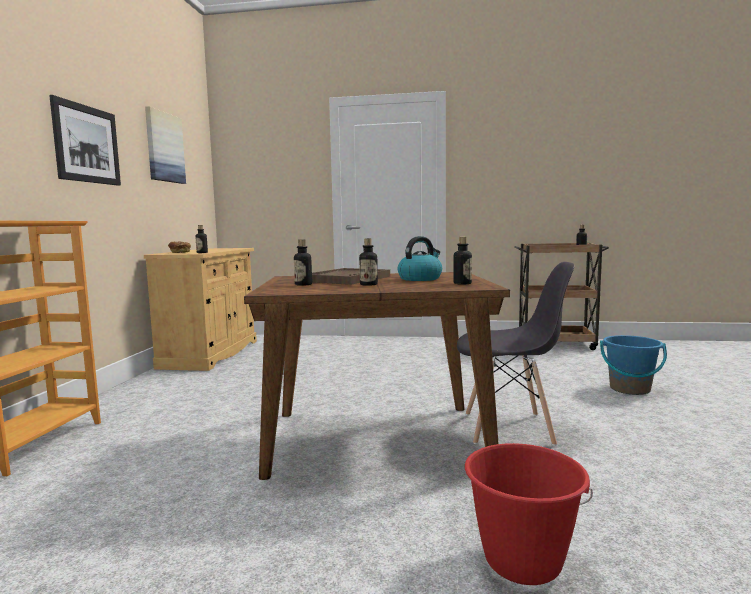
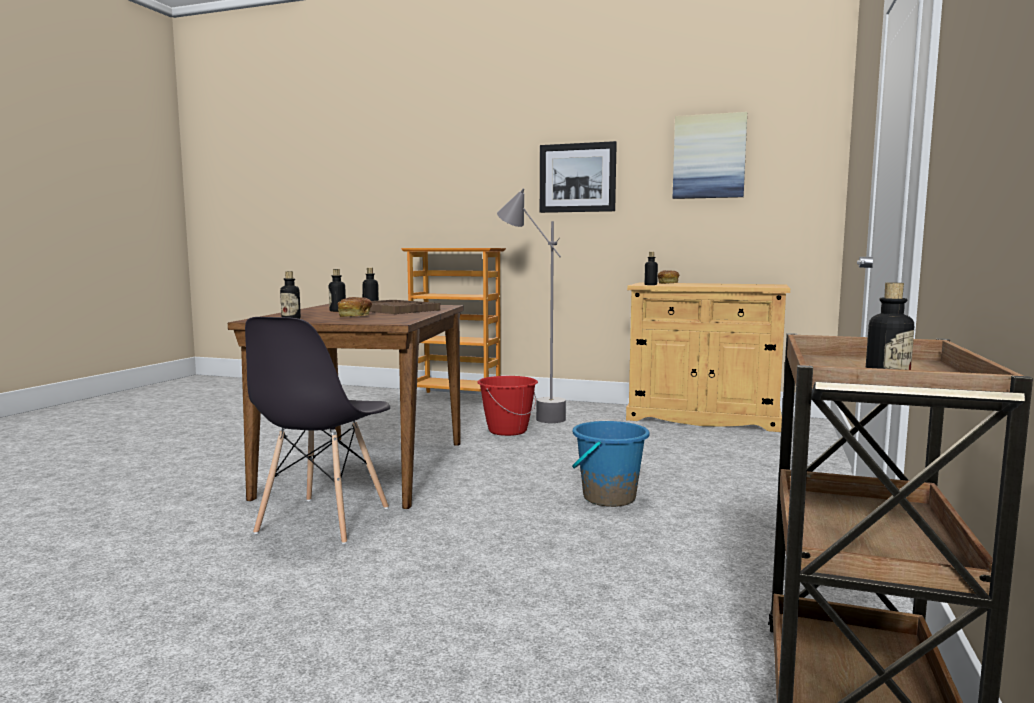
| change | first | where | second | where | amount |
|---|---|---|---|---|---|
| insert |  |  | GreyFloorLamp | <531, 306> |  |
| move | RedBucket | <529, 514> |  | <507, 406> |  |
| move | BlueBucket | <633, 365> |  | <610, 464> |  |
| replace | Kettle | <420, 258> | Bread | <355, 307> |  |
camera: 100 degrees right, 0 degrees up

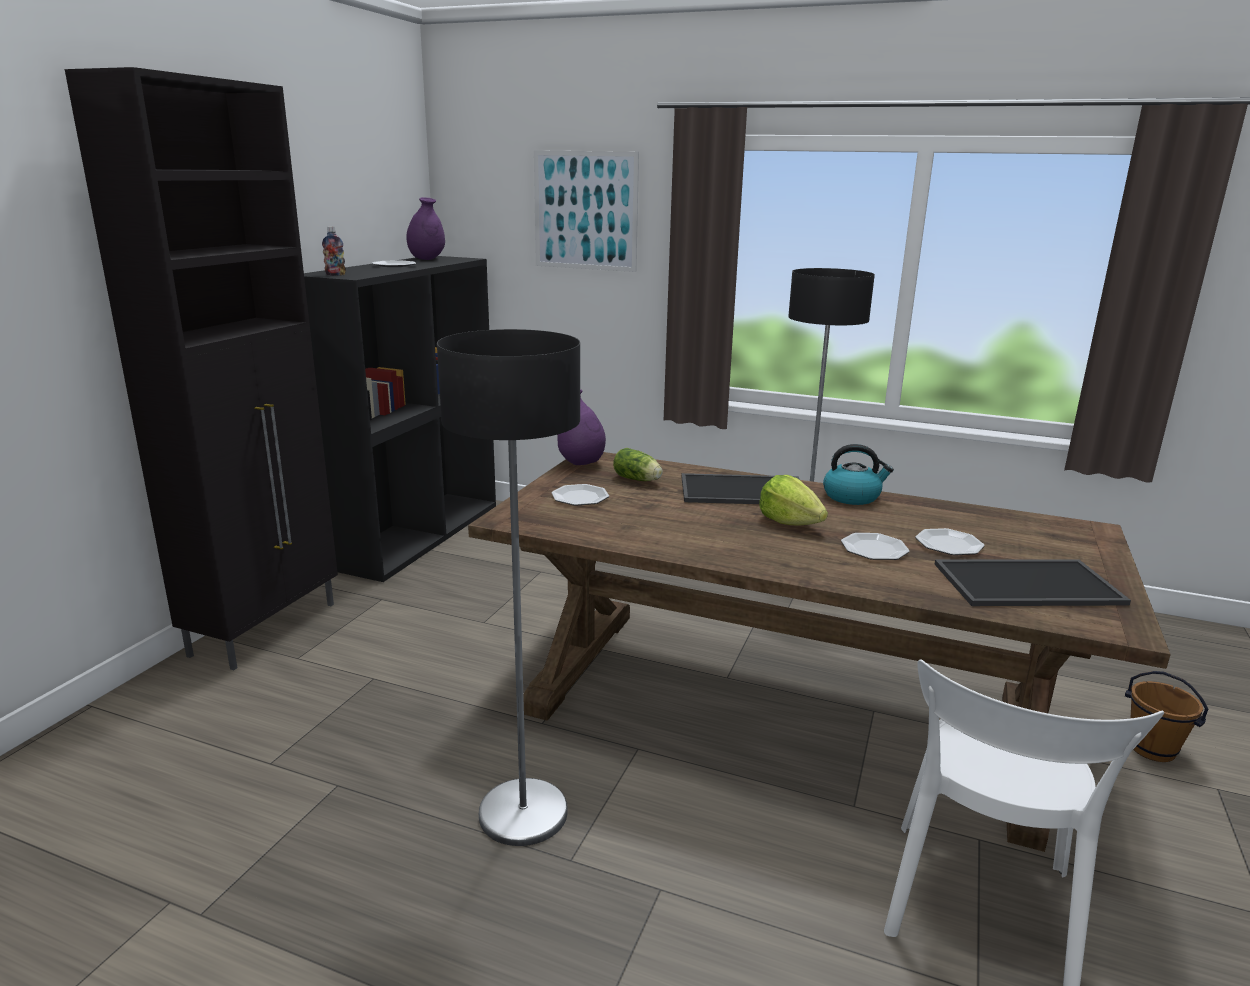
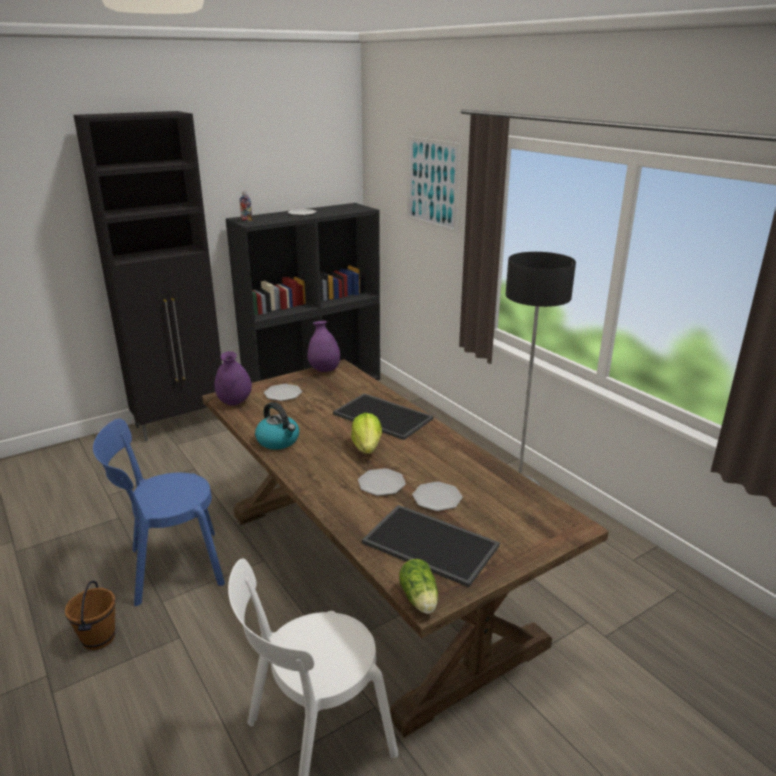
| change | first | where | second | where | amount |
|---|---|---|---|---|---|
| move | PurpleVase | <425, 228> |  | <233, 378> |  |
| move | Lettuce | <638, 464> |  | <418, 586> |  |
| move | Kettle | <858, 474> |  | <277, 426> |  |
| move | BrownBucket | <1166, 716> |  | <90, 615> |  |
| replace | FloorLamp | <508, 587> | BlueChair | <159, 512> |  |
camera: 35 degrees right, 5 degrees up

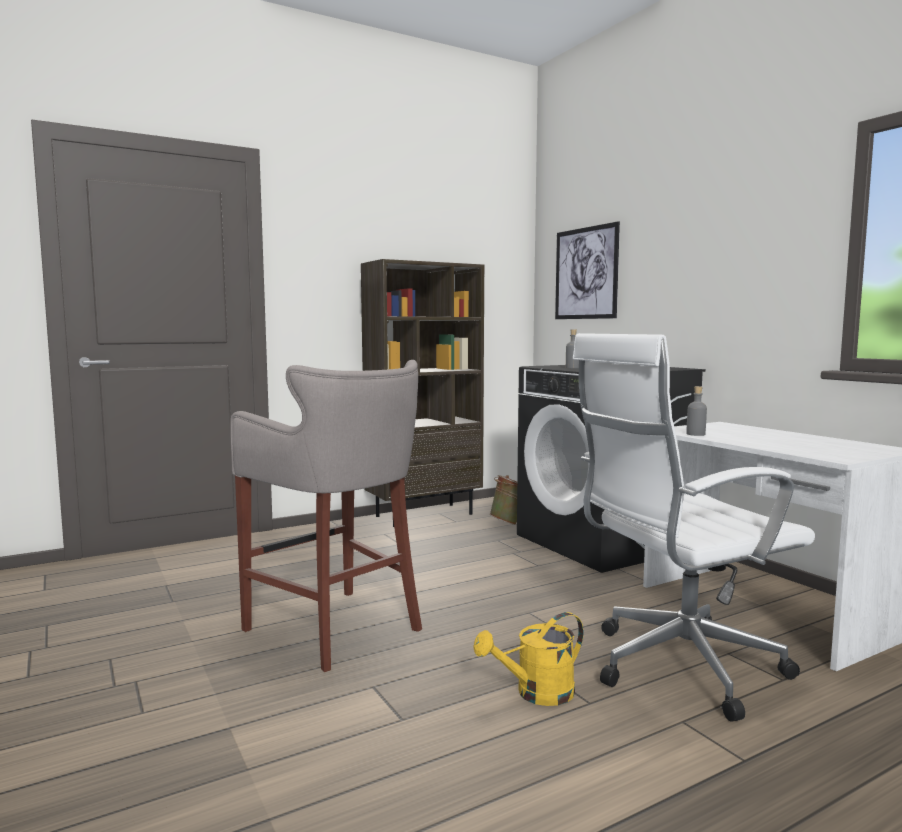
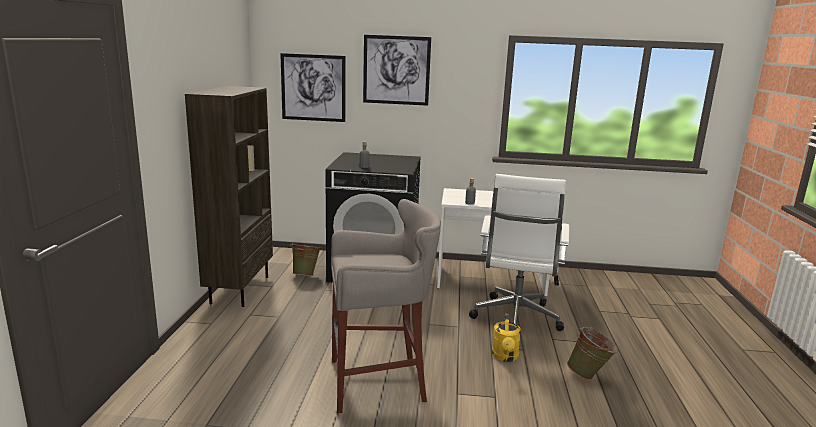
| change | first | where | second | where | amount |
|---|---|---|---|---|---|
| insert |  |  | Picture | <397, 70> |  |
| insert |  |  | GreenBucket | <592, 353> |  |
camera: 55 degrees left, 10 degrees up

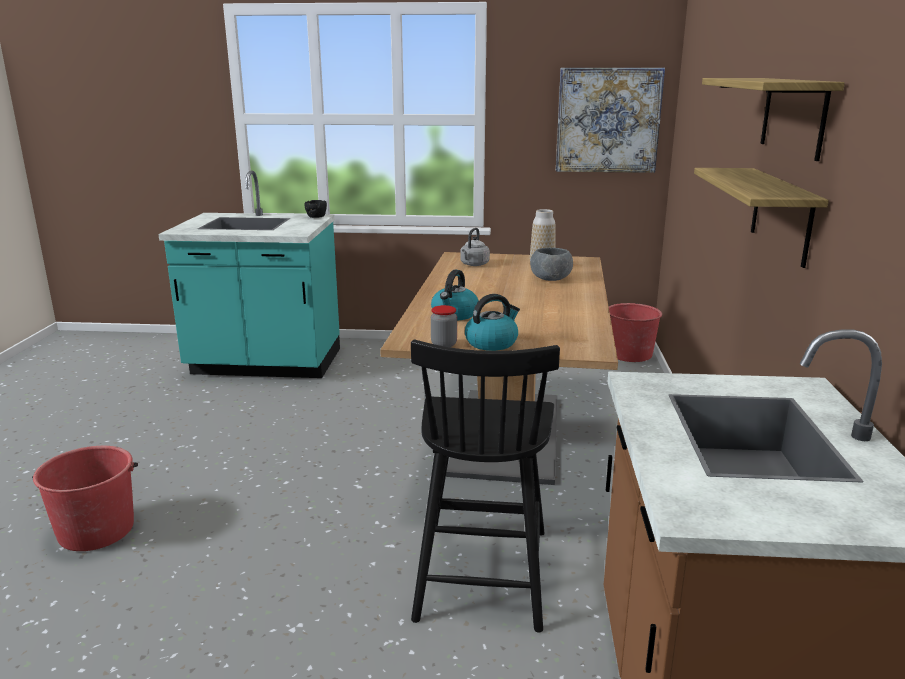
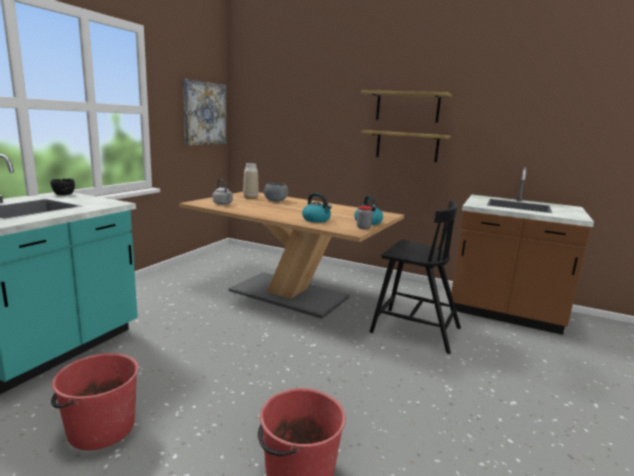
| change | first | where | second | where | amount |
|---|---|---|---|---|---|
| move | RedBucket | <635, 332> |  | <95, 401> |  |
camera: 70 degrees left, 5 degrees down

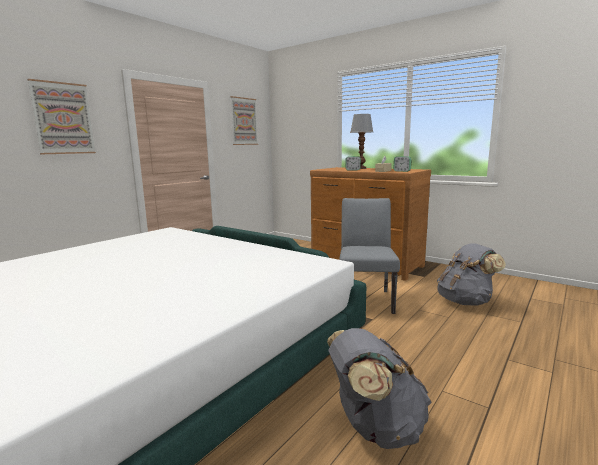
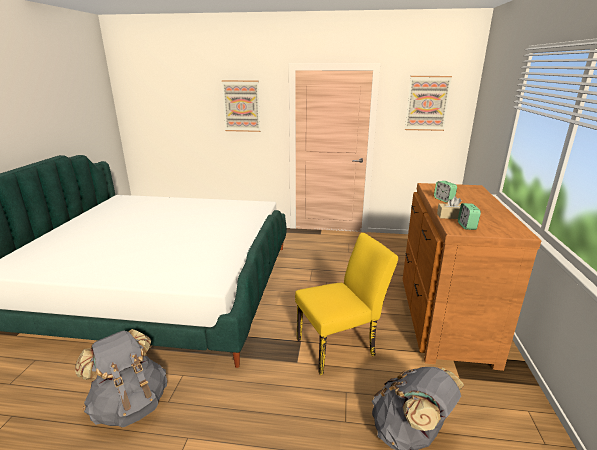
| change | first | where | second | where | amount |
|---|---|---|---|---|---|
| delete | TableLamp | <361, 141> |  |  |  |
| recolor | GreyChair | <369, 256> | YellowChair | <346, 304> |  |
camera: 60 degrees right, 10 degrees up

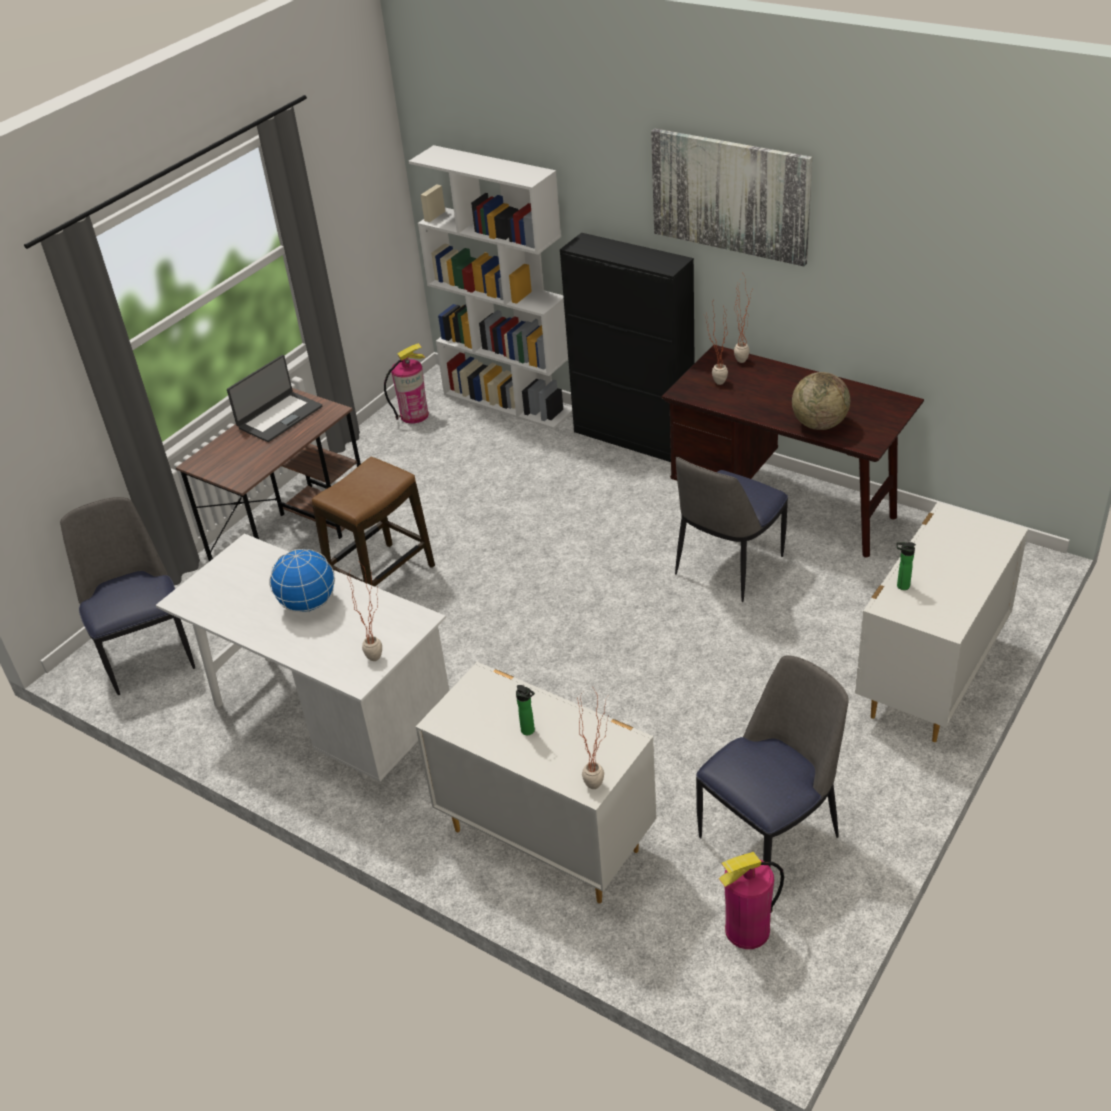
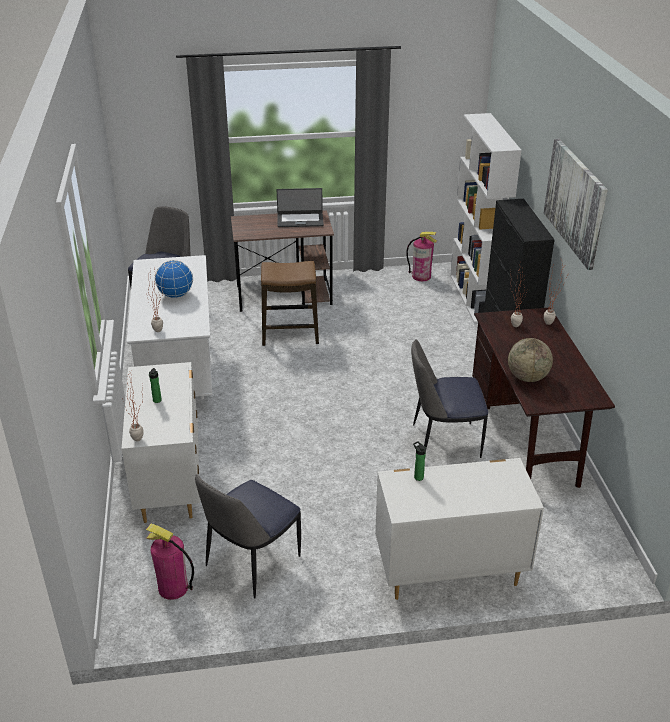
| change | first | where | second | where | amount |
|---|---|---|---|---|---|
| rotate | Chair | <772, 761> |  | <248, 537> | 120 degrees clockwise |
camera: 45 degrees right, 5 degrees down

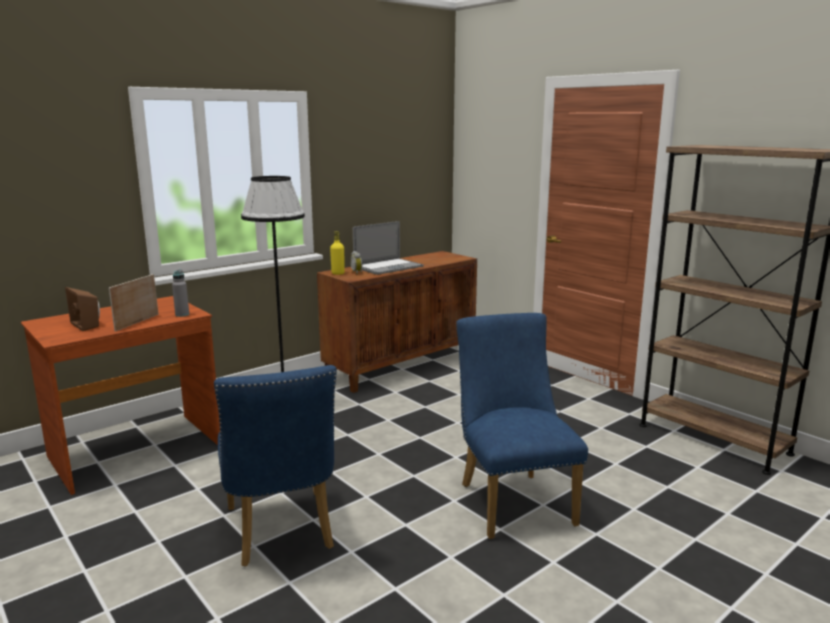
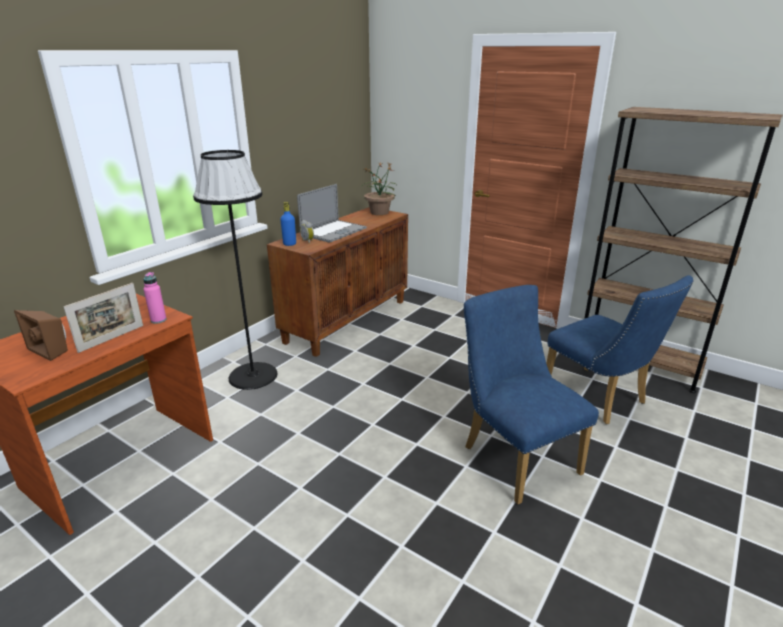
| change | first | where | second | where | amount |
|---|---|---|---|---|---|
| insert |  |  | PottedPlant | <379, 188> |  |
| move | BlueChair | <275, 466> |  | <620, 349> |  |
| recolor | GreyBottle | <180, 293> | PinkBottle | <155, 298> |  |
| recolor | YellowBottle | <337, 253> | BlueBottle | <288, 224> |  |
| rotate | PictureFrame | <134, 303> |  | <103, 318> | 150 degrees counterclockwise |
camera: 15 degrees left, 10 degrees up

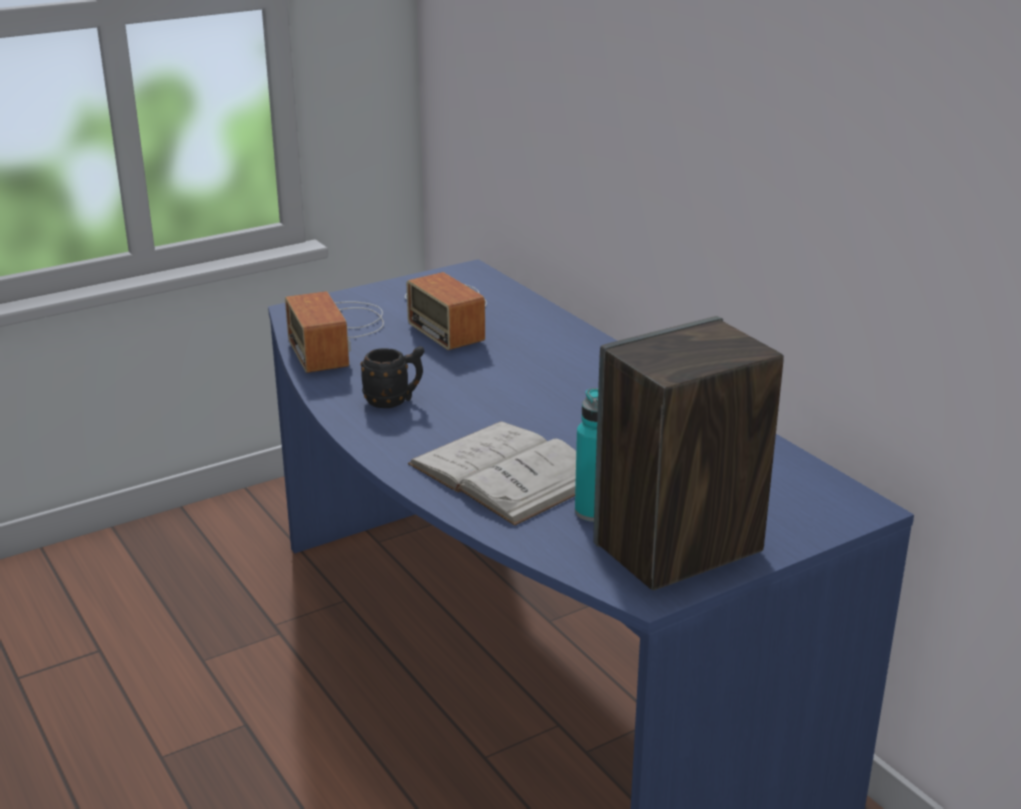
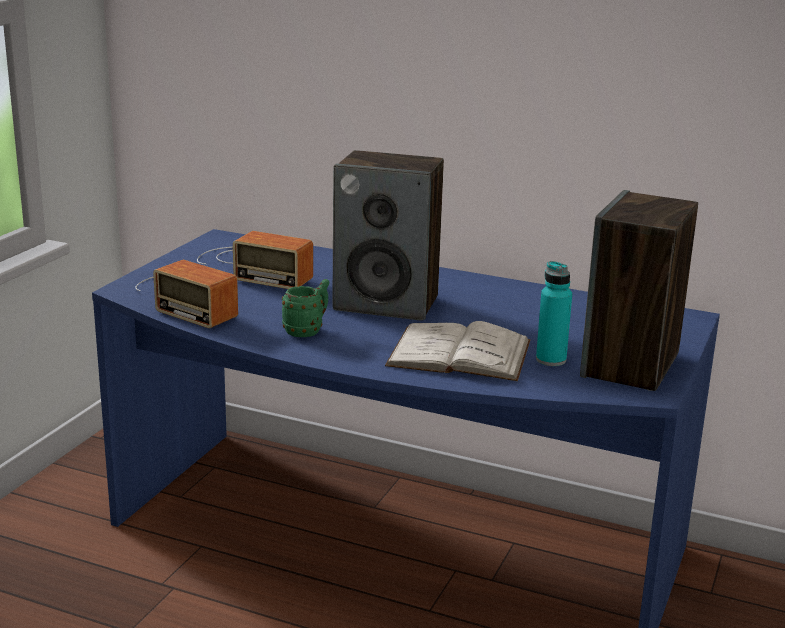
| change | first | where | second | where | amount |
|---|---|---|---|---|---|
| insert |  |  | Speaker | <388, 235> |  |
| recolor | BlackMug | <392, 377> | GreenMug | <305, 308> |  |
camera: 35 degrees left, 5 degrees down

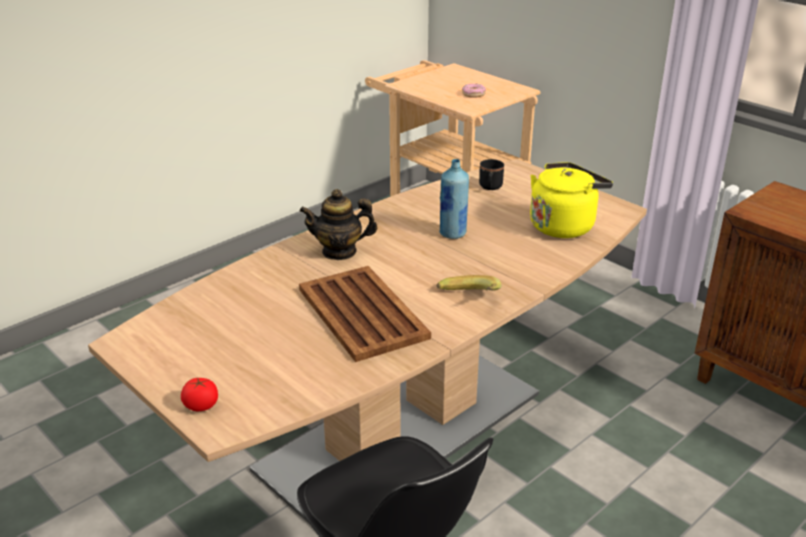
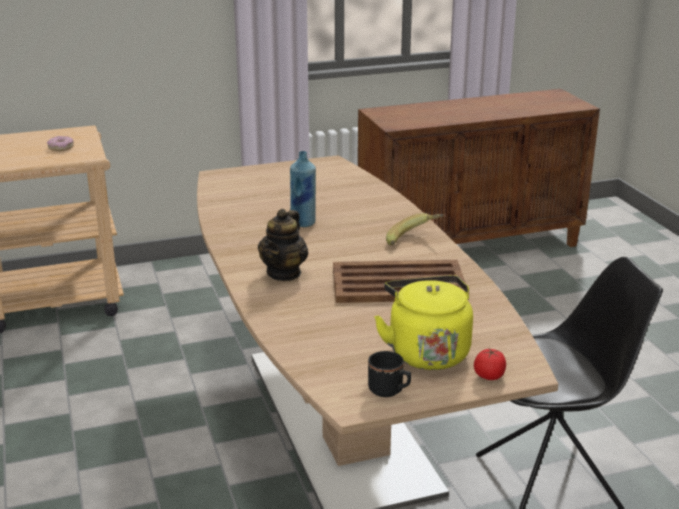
| change | first | where | second | where | amount |
|---|---|---|---|---|---|
| move | BlackMug | <491, 174> |  | <389, 374> |  |
| move | YellowKettle | <571, 200> |  | <423, 322> |  |
camera: 65 degrees left, 5 degrees down

